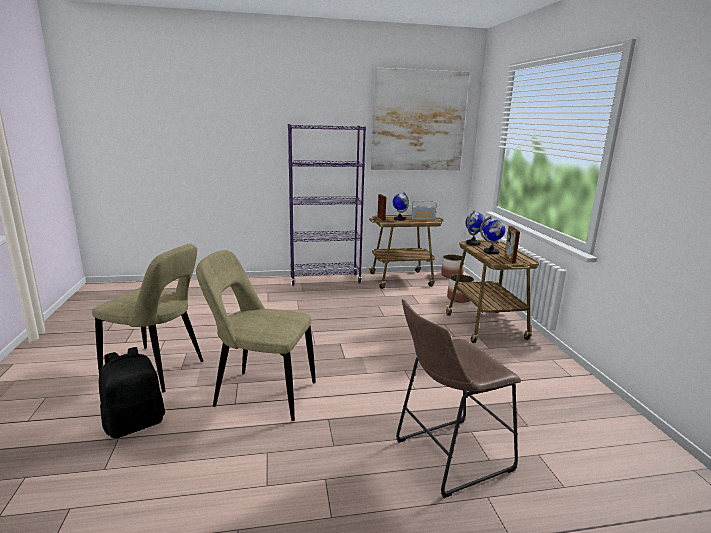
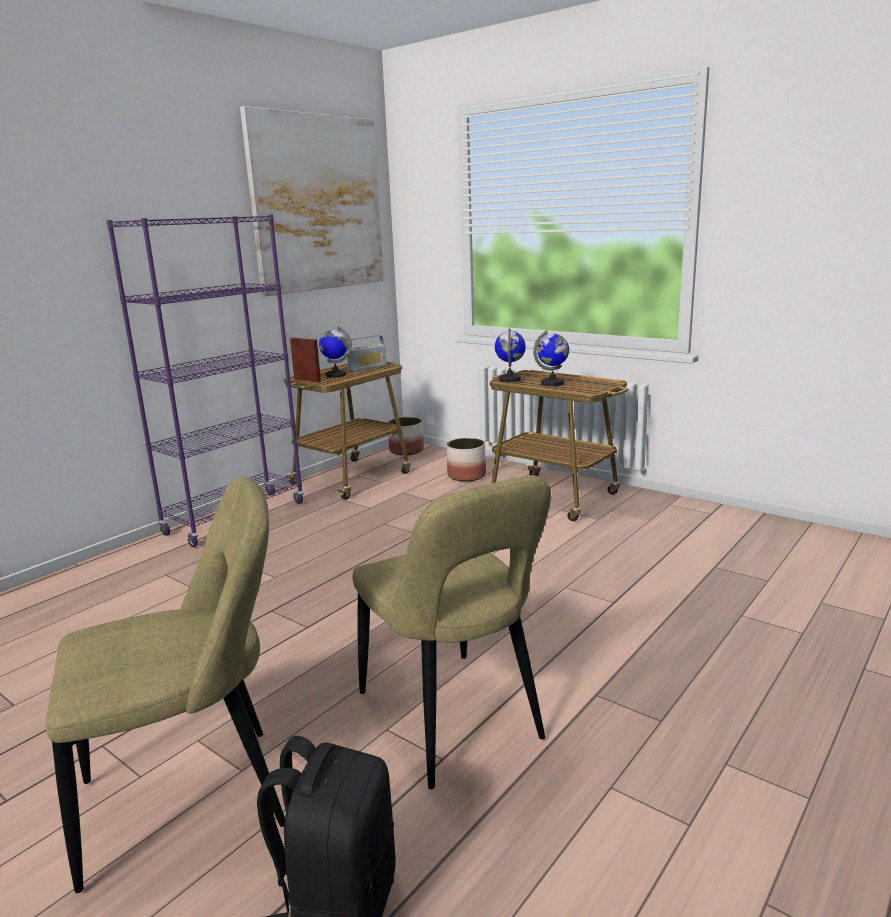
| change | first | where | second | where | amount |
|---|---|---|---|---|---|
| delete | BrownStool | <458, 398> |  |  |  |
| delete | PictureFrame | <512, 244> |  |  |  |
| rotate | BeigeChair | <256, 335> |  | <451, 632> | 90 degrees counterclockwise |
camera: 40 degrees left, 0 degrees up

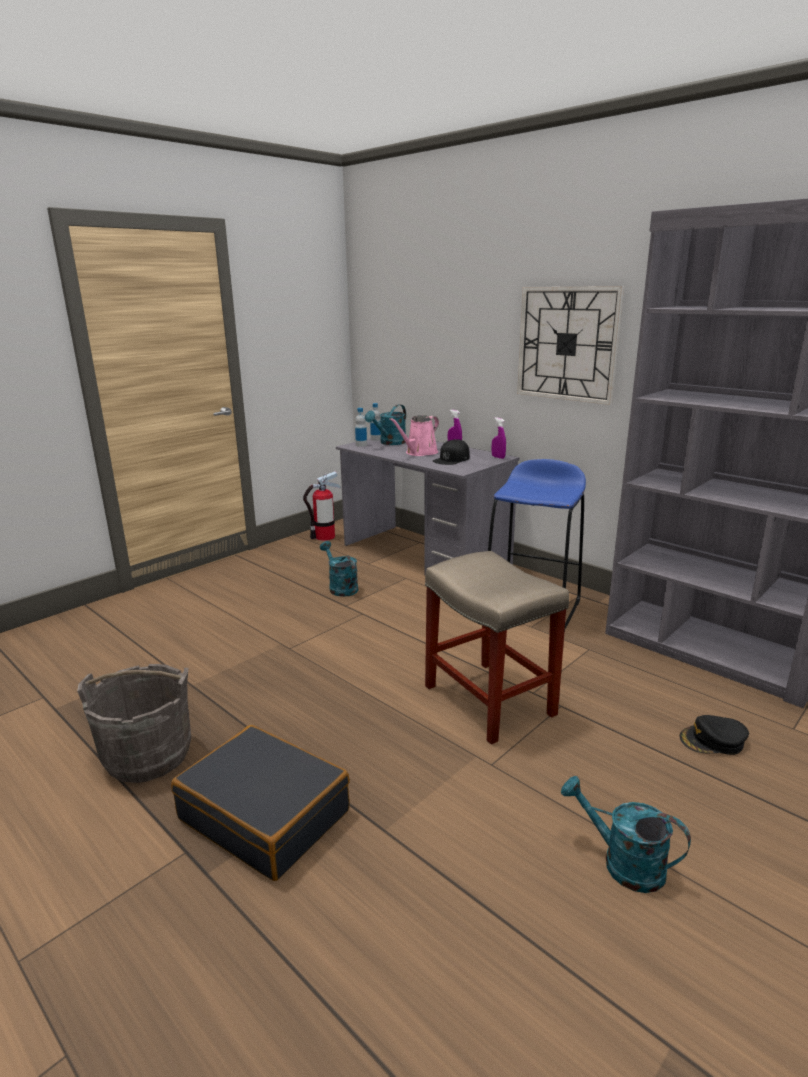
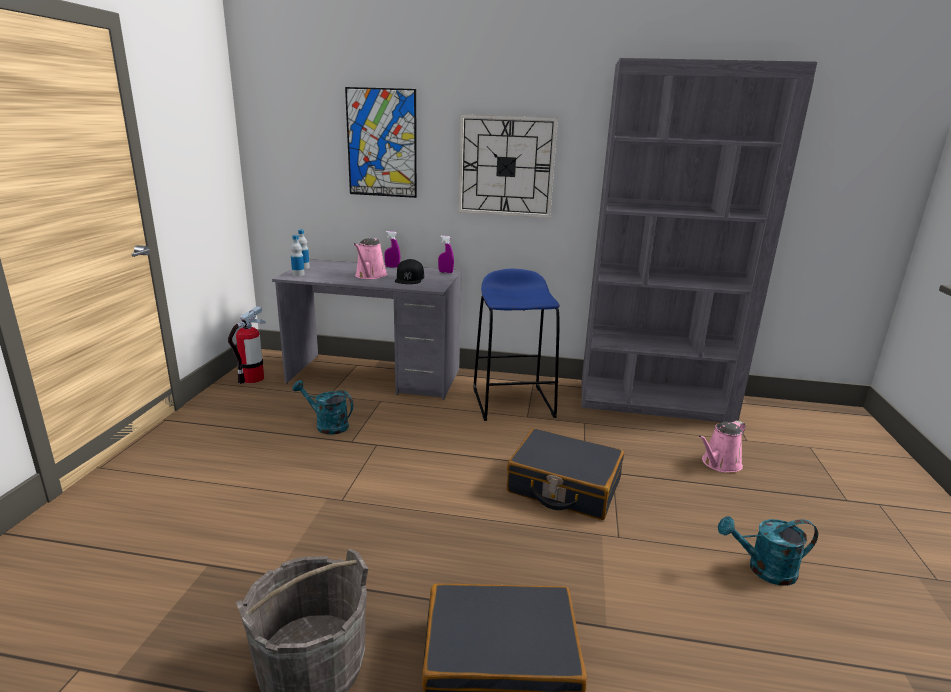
| change | first | where | second | where | amount |
|---|---|---|---|---|---|
| delete | TurquoiseWateringCan | <385, 424> |  |  |  |
| insert |  |  | Picture | <381, 142> |  |
| replace | BeigeStool | <497, 648> | BlackSuitcase | <565, 474> |  |
| replace | BlackCap | <714, 735> | PinkWateringCan | <721, 446> |  |
camera: 35 degrees left, 0 degrees up

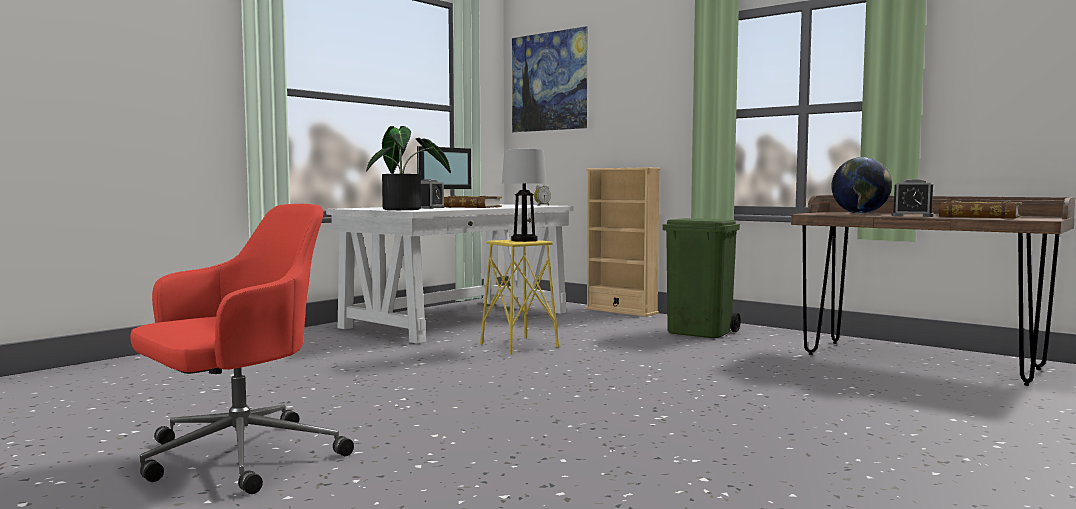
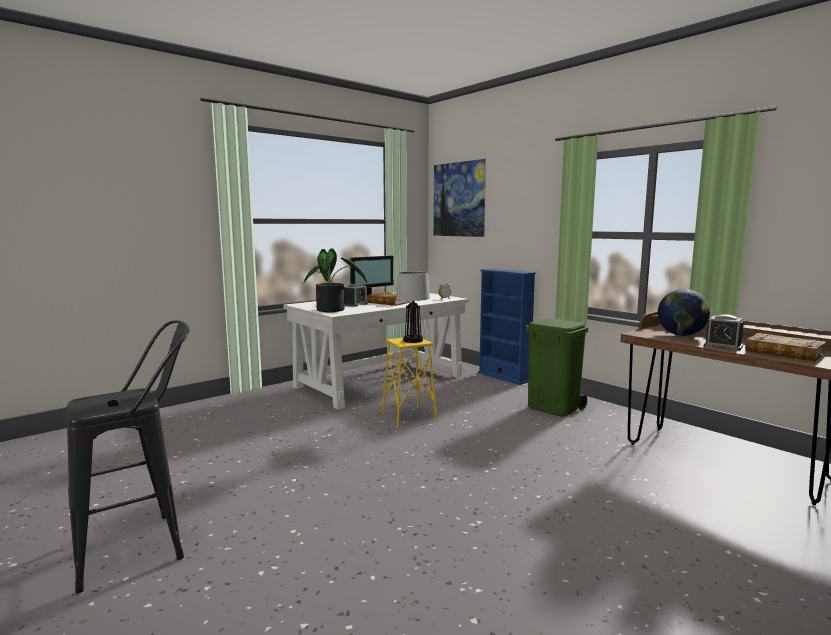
| change | first | where | second | where | amount |
|---|---|---|---|---|---|
| replace | RedOfficeChair | <242, 349> | BlackStool | <128, 456> |  |
| recolor | BeigeBookcase | <623, 242> | BlueBookcase | <507, 327> |  |
camera: 10 degrees right, 5 degrees up

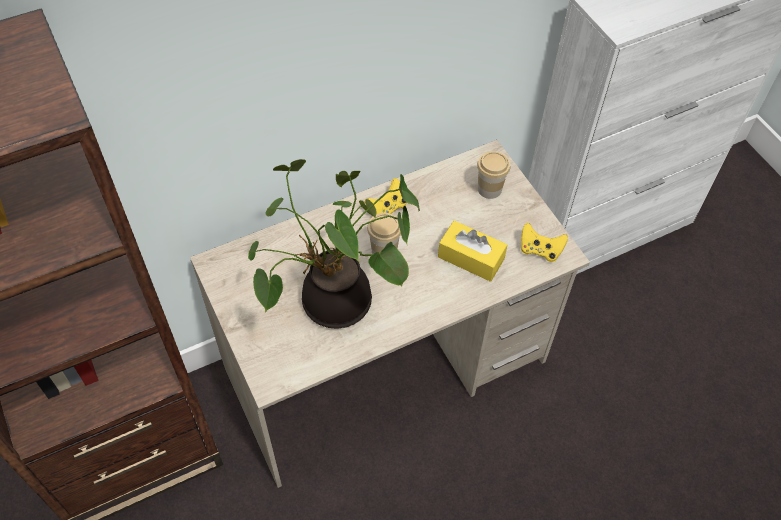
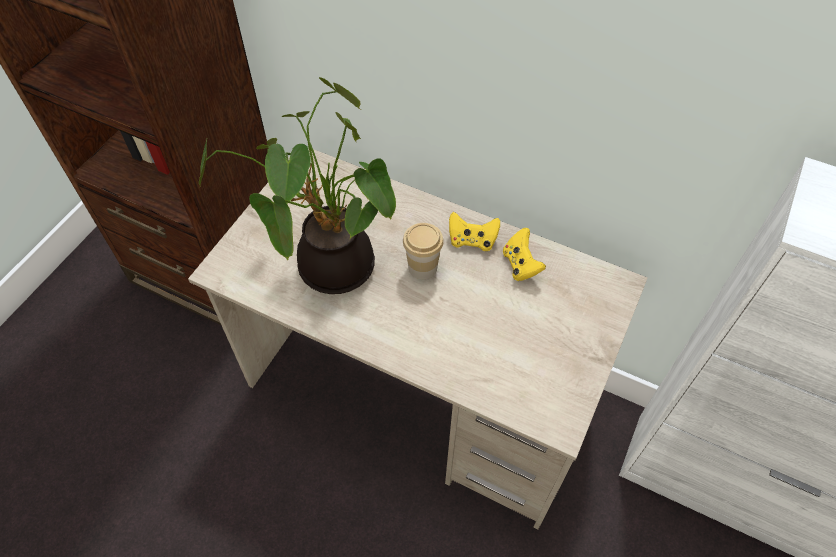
| change | first | where | second | where | amount |
|---|---|---|---|---|---|
| delete | YellowTissueBox | <472, 251> |  |  |  |
| delete | Cup | <493, 175> |  |  |  |
| move | YellowGameController | <544, 242> |  | <524, 254> |  |
camera: 55 degrees right, 0 degrees up

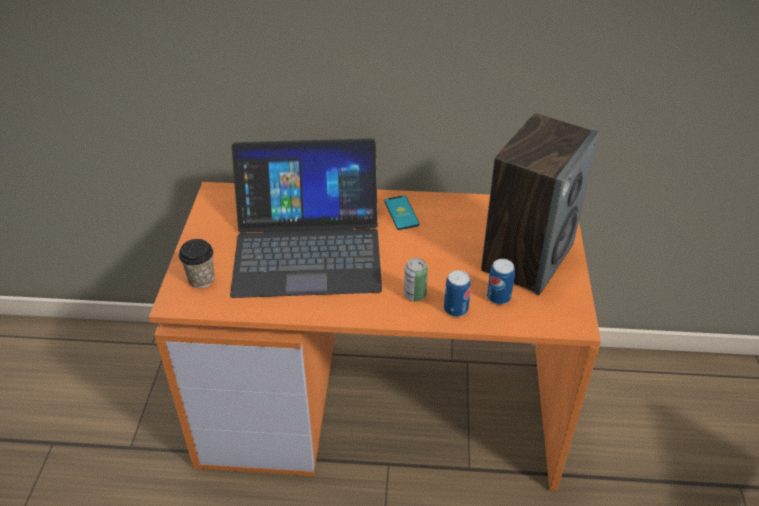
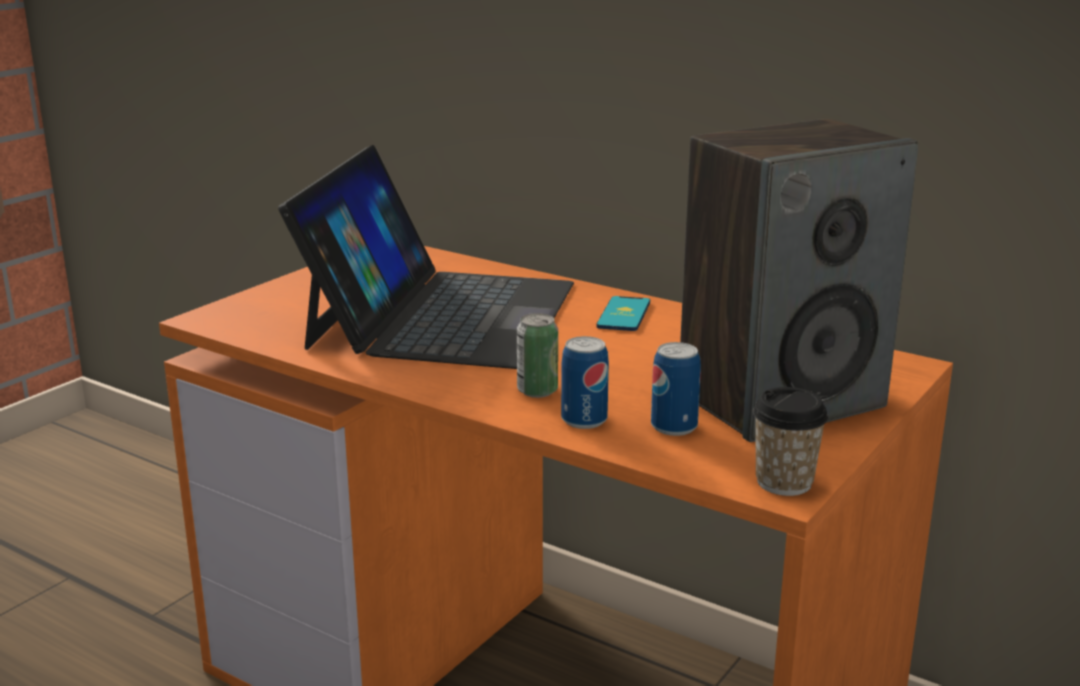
| change | first | where | second | where | amount |
|---|---|---|---|---|---|
| move | Cup | <197, 263> |  | <790, 441> |  |
| rotate | Laptop | <306, 218> |  | <426, 257> | 105 degrees counterclockwise |
camera: 30 degrees right, 20 degrees down

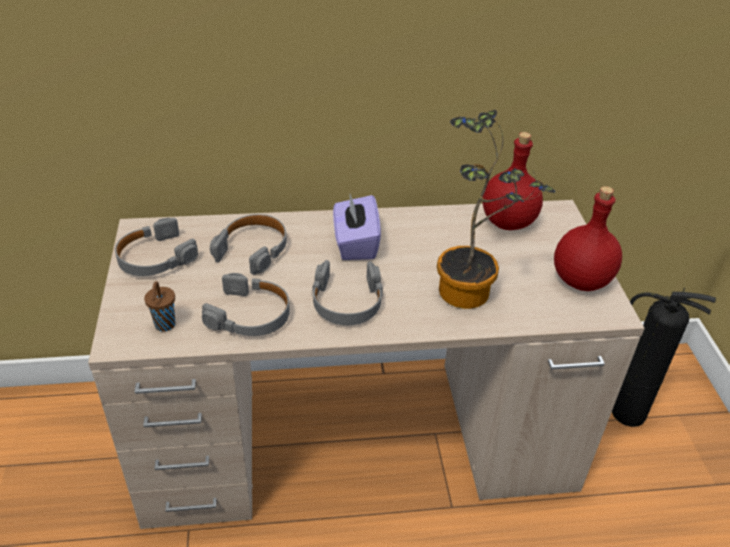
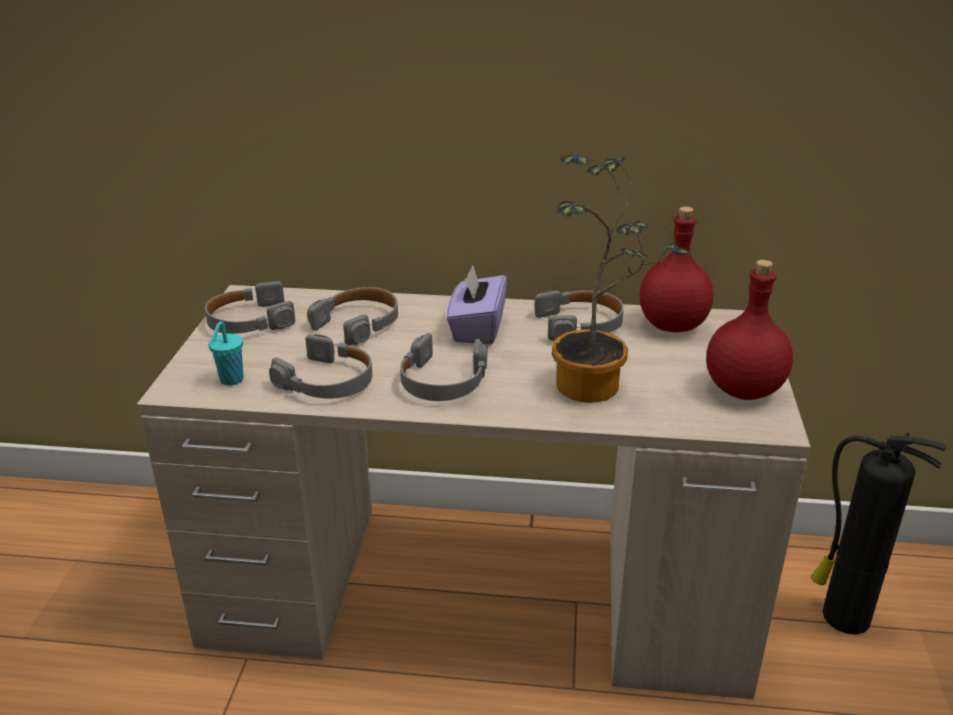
| change | first | where | second | where | amount |
|---|---|---|---|---|---|
| insert |  |  | GreyHeadphones | <579, 315> |  |
| recolor | BrownCup | <159, 306> | TurquoiseCup | <226, 353> |  |
camera: 15 degrees right, 10 degrees down

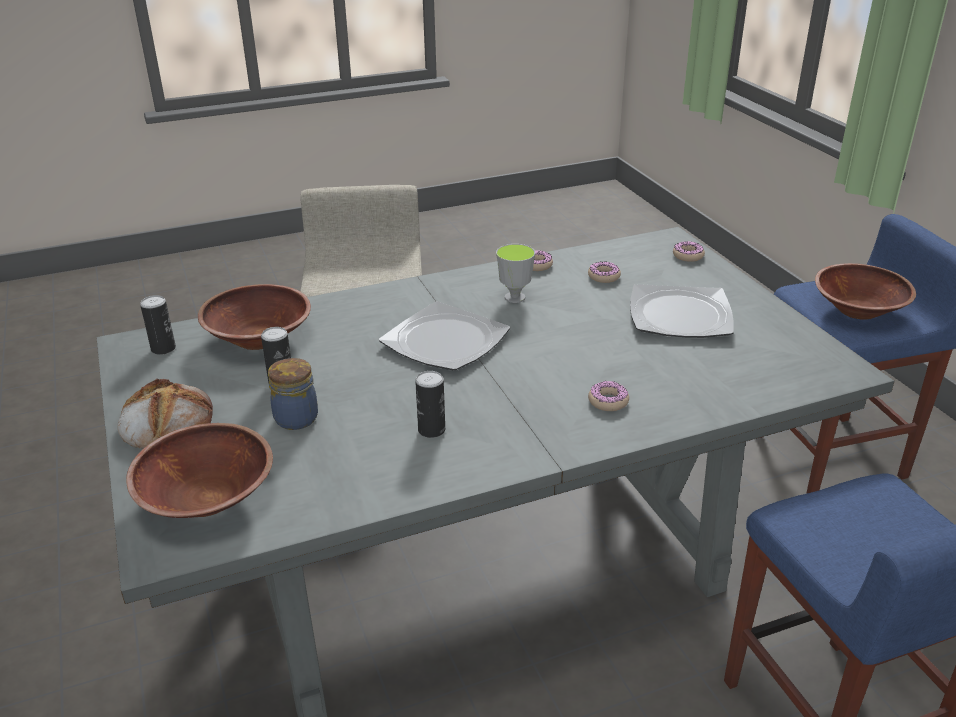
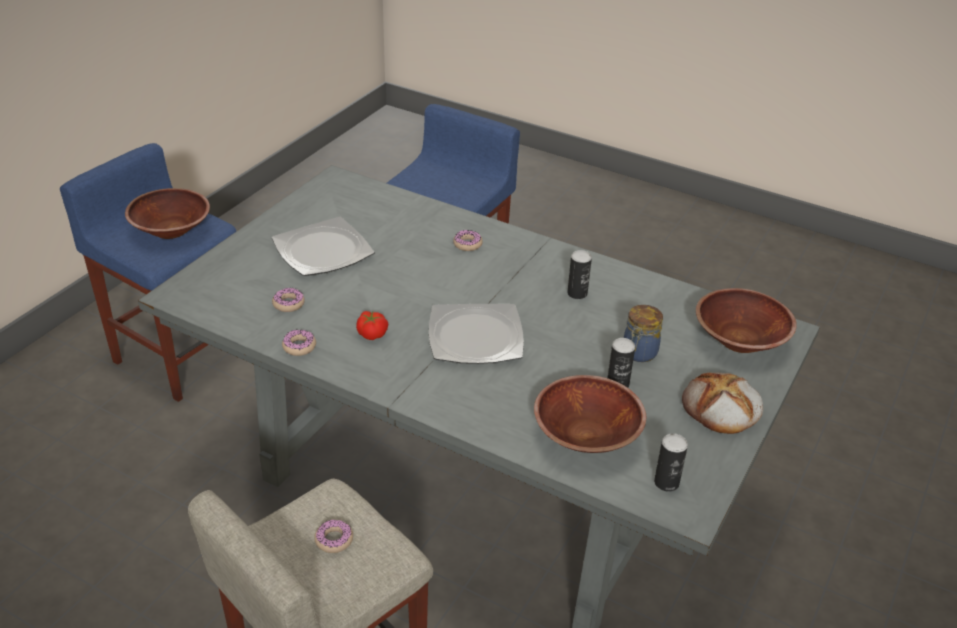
| change | first | where | second | where | amount |
|---|---|---|---|---|---|
| move | Donut | <689, 251> |  | <333, 536> |  |
| replace | Cup | <515, 273> | Tomato | <372, 325> |  |
camera: 130 degrees left, 5 degrees up

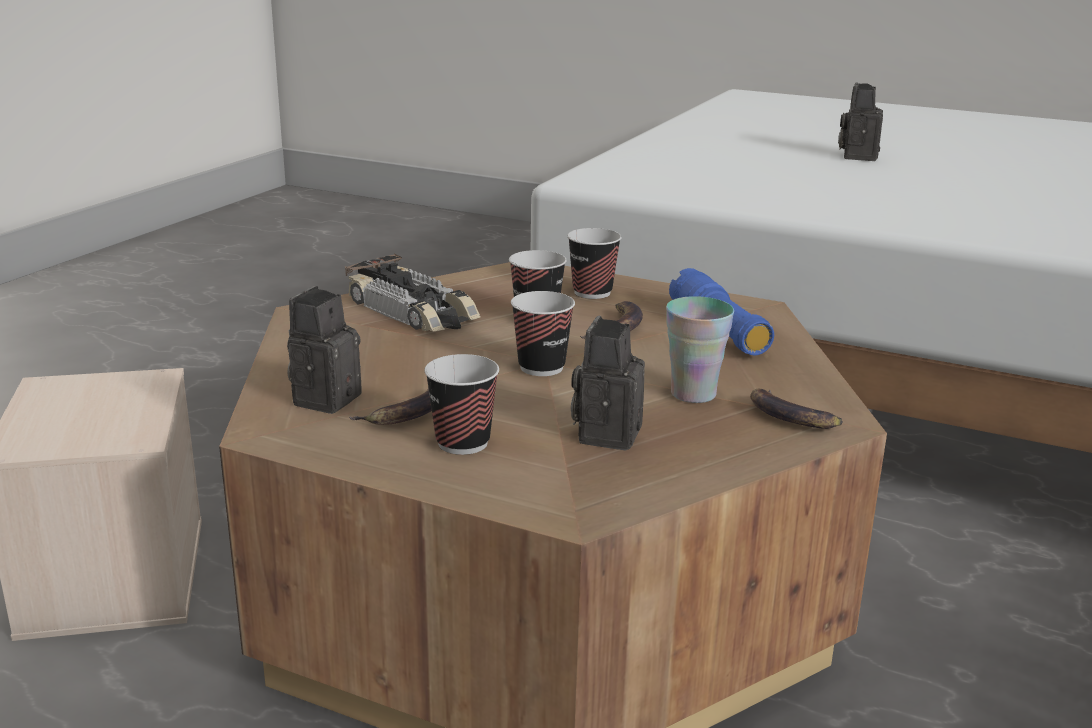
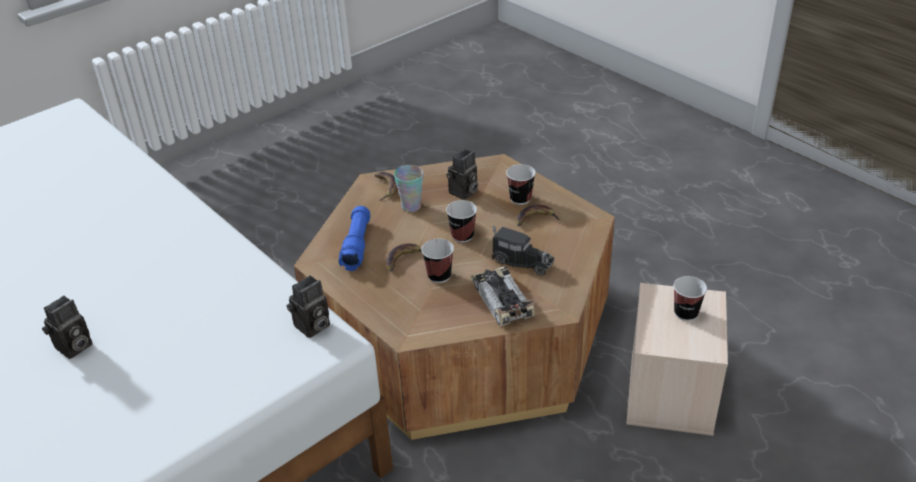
| change | first | where | second | where | amount |
|---|---|---|---|---|---|
| insert |  |  | ToyTruck | <523, 250> |  |
| move | PhotoCamera | <324, 350> |  | <308, 306> |  |
| move | Cup | <594, 263> |  | <690, 298> |  |
camera: 155 degrees left, 15 degrees up

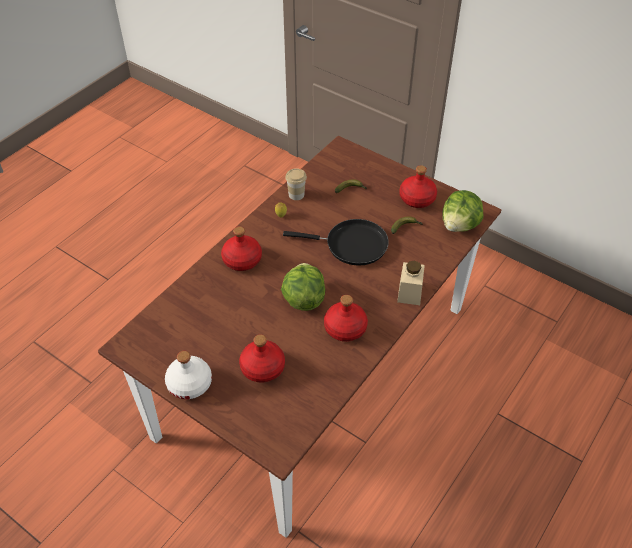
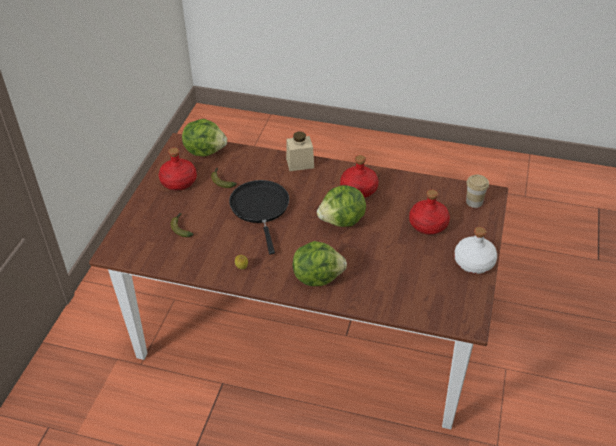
| change | first | where | second | where | amount |
|---|---|---|---|---|---|
| move | Cup | <296, 184> |  | <477, 191> |  |
| replace | RedBottle | <241, 248> | Lettuce | <320, 263> |  |
camera: 110 degrees left, 5 degrees down

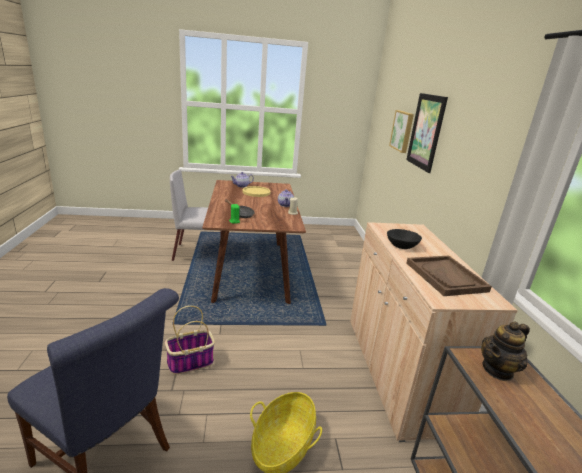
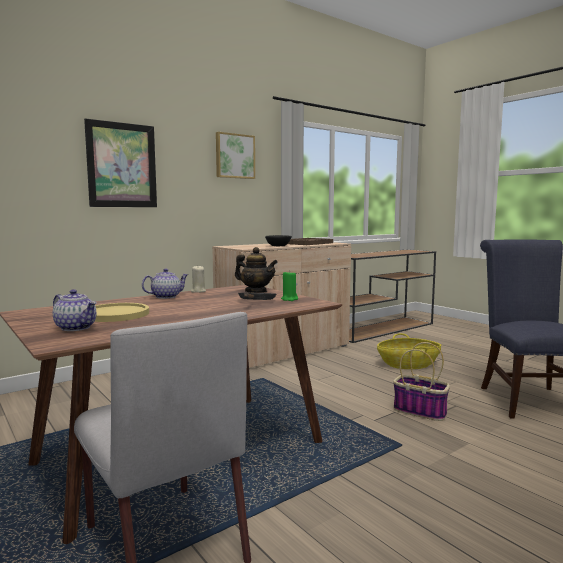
| change | first | where | second | where | amount |
|---|---|---|---|---|---|
| move | Picture | <401, 131> |  | <235, 155> |  |
| move | Teapot | <505, 351> |  | <256, 270> |  |
camera: 120 degrees left, 15 degrees down

